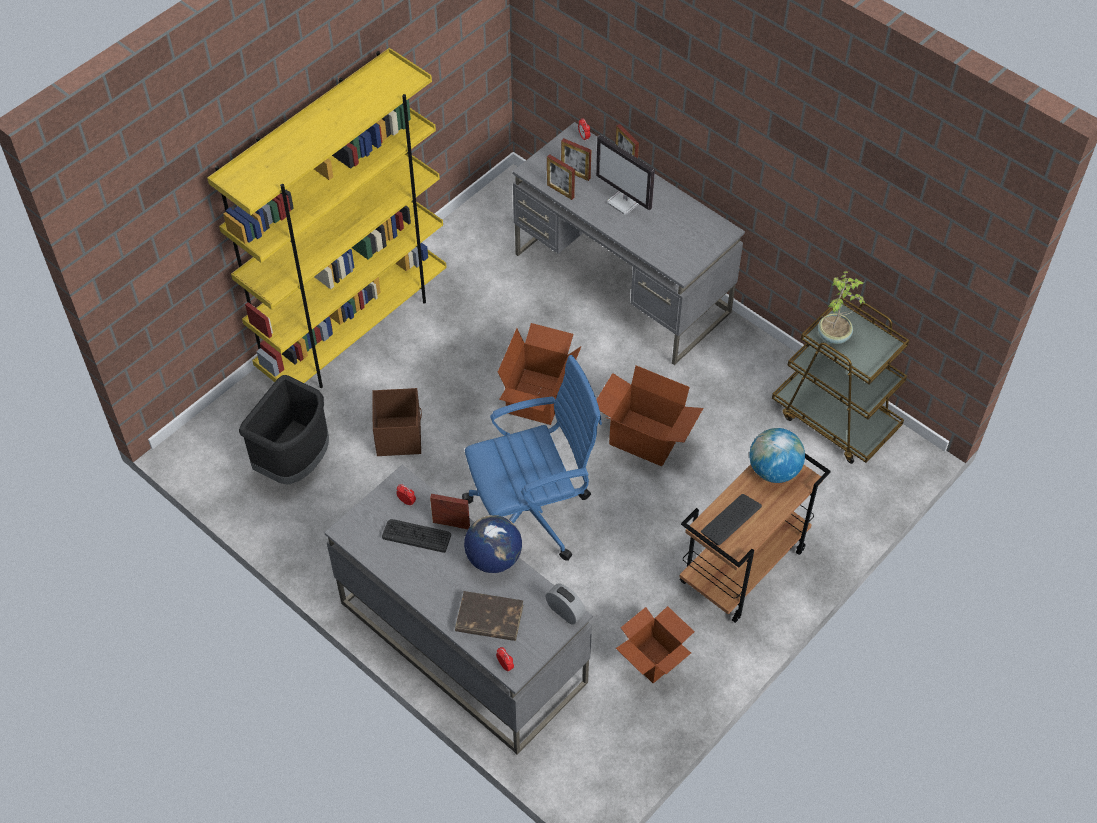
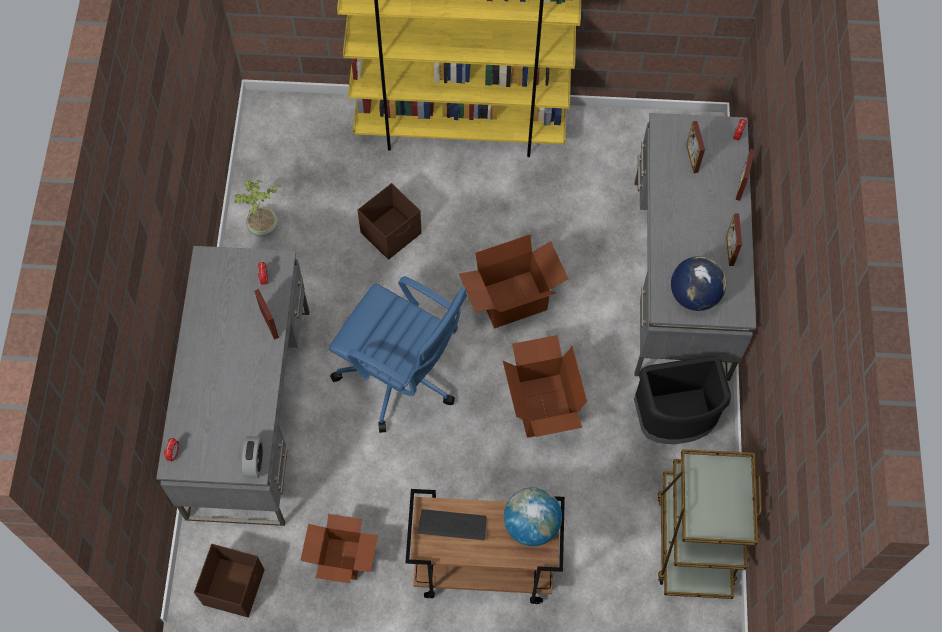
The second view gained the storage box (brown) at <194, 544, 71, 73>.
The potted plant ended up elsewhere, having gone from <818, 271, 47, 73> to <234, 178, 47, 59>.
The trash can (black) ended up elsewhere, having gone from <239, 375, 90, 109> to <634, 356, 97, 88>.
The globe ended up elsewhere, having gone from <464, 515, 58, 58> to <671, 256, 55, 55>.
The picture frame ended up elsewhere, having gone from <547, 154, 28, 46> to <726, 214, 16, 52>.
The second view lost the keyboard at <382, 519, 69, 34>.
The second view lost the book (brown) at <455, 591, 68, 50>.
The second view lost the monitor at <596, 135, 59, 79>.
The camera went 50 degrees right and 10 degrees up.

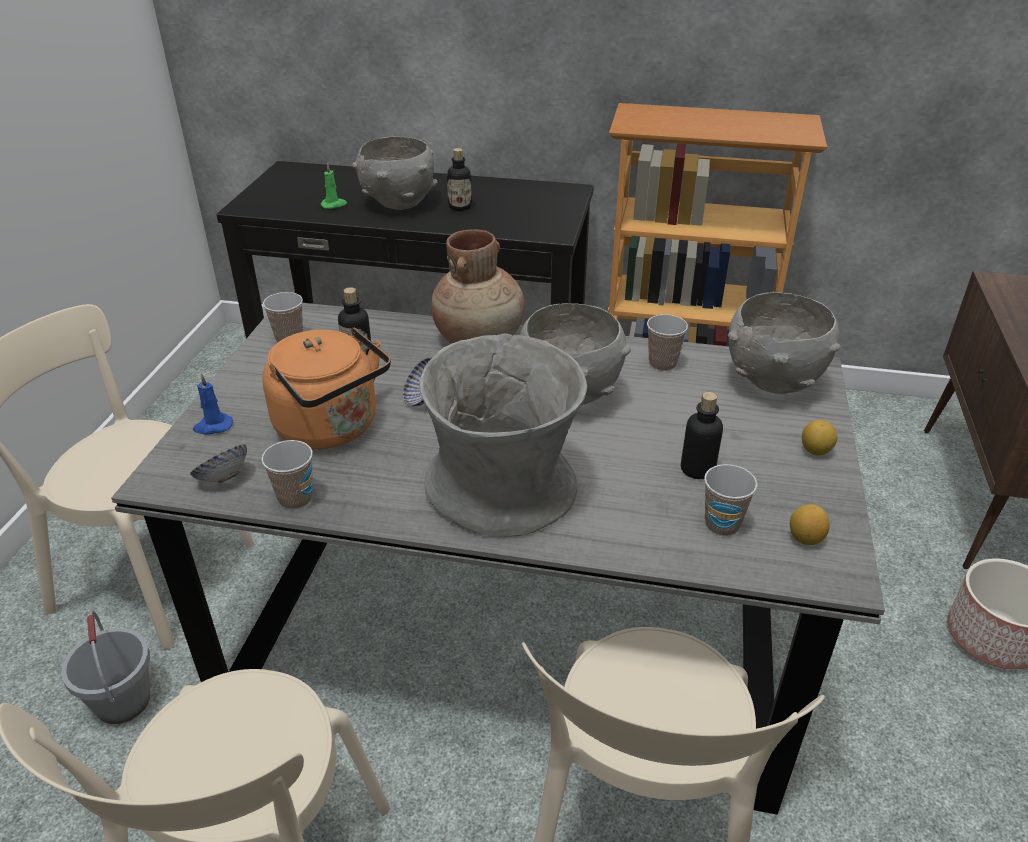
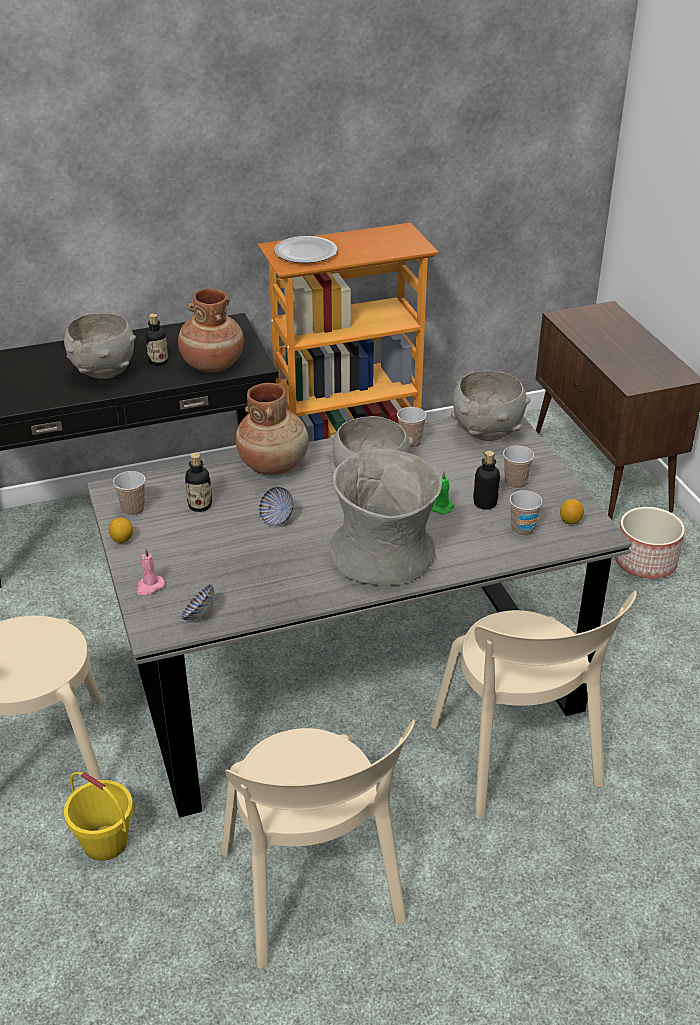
What was the bucket (grey) at <61, 611, 89, 113> turned into the bucket (yellow) at <64, 772, 69, 89>.
The lemon ended up elsewhere, having gone from <802, 420, 35, 36> to <109, 517, 24, 26>.
What was the candle (blue) at <193, 374, 40, 60> turned into the candle (pink) at <137, 548, 28, 47>.
The second view gained the vase (brown) at <178, 288, 66, 85>.
The second view gained the plate at <274, 236, 63, 27>.
The candle (green) ended up elsewhere, having gone from <320, 163, 27, 46> to <431, 470, 23, 45>.
The cup ended up elsewhere, having gone from <261, 440, 52, 70> to <503, 445, 31, 44>.
The second view lost the kettle (orange) at <262, 327, 129, 122>.
The camera went 30 degrees left and 0 degrees up.

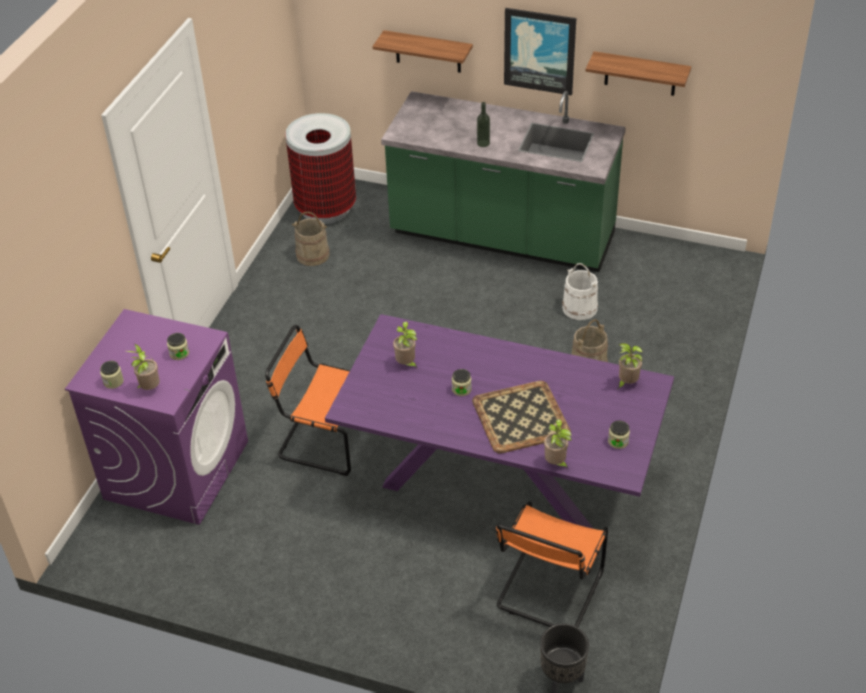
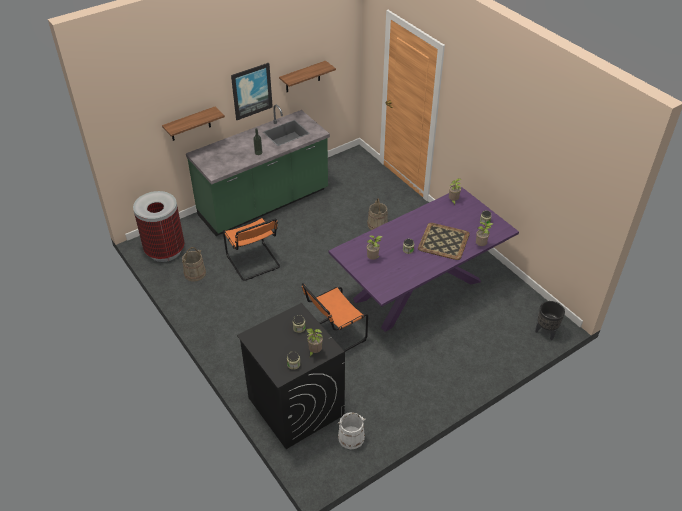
The chair (orange) ended up elsewhere, having gone from <495, 501, 113, 126> to <223, 217, 57, 64>.
What was the washing machine (purple) at <65, 309, 183, 216> turned into the washing machine (black) at <237, 303, 108, 146>.
The bucket (white) ended up elsewhere, having gone from <562, 263, 36, 57> to <338, 412, 28, 37>.
The camera went 55 degrees left and 0 degrees up.

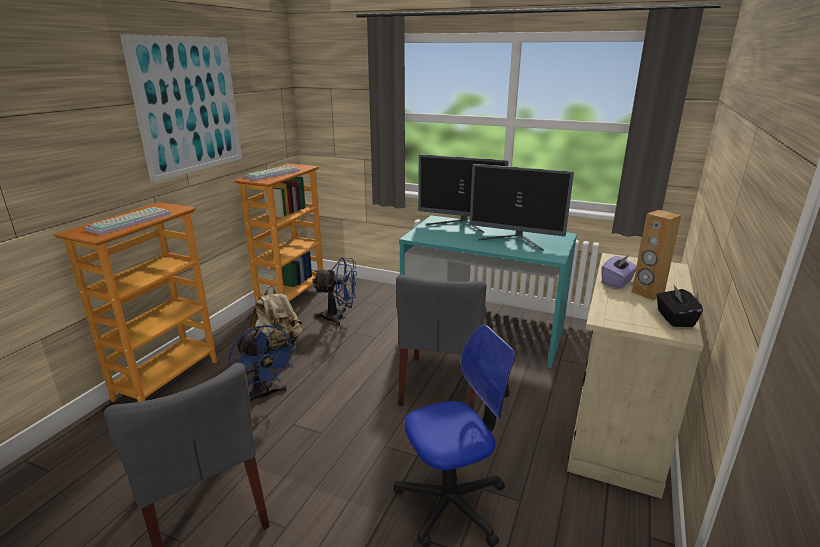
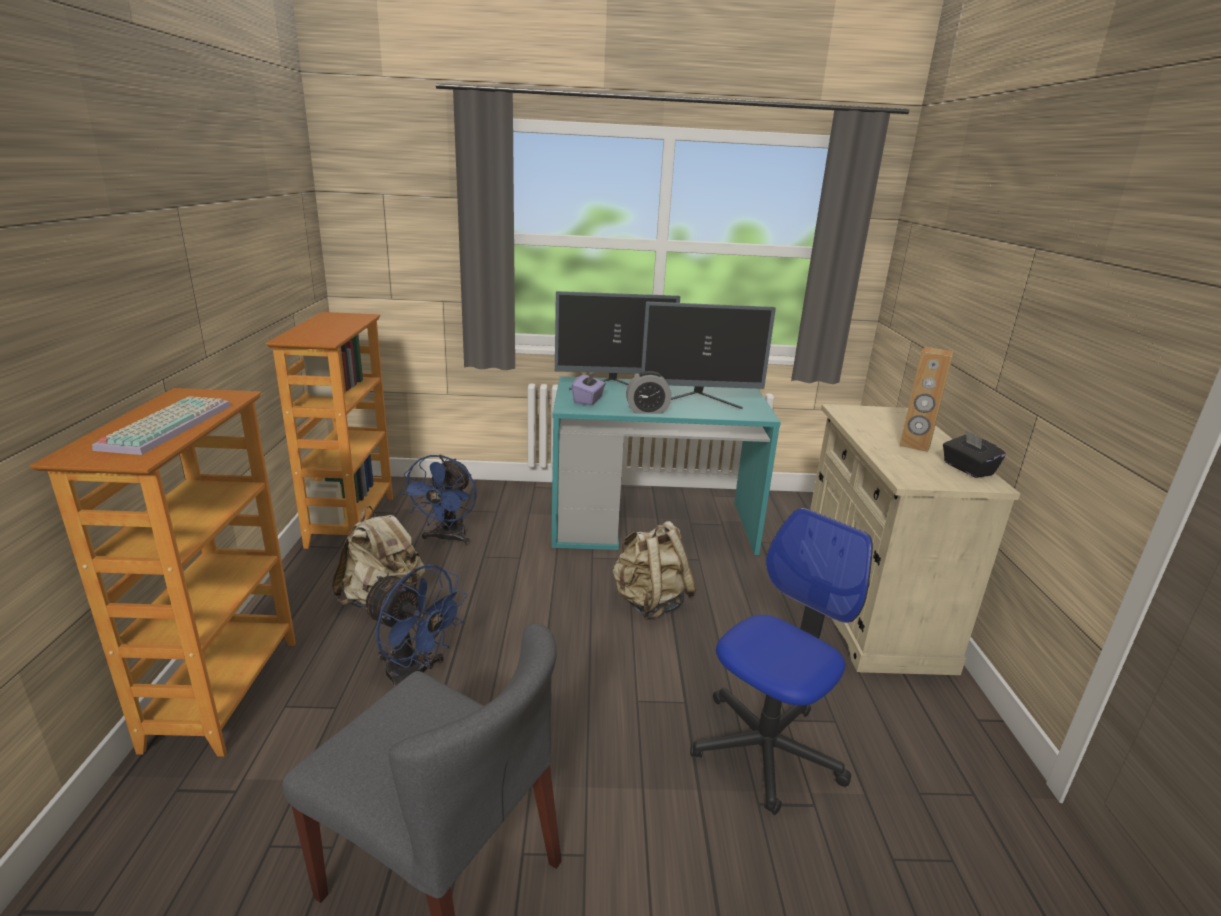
The fan (blue) at <313, 258, 44, 68> ended up facing another way, 120 degrees clockwise from before.
The tissue box (purple) ended up elsewhere, having gone from <602, 254, 35, 35> to <571, 371, 35, 35>.
Where the chair (grey) stood at <396, 275, 91, 135>, the backpack (beige) came to stand at <612, 521, 84, 98>.
The second view gained the alarm clock at <626, 371, 45, 43>.
The second view lost the picture at <120, 34, 122, 148>.
The second view lost the keyboard at <244, 166, 56, 15>.
The camera went 25 degrees left and 0 degrees up.

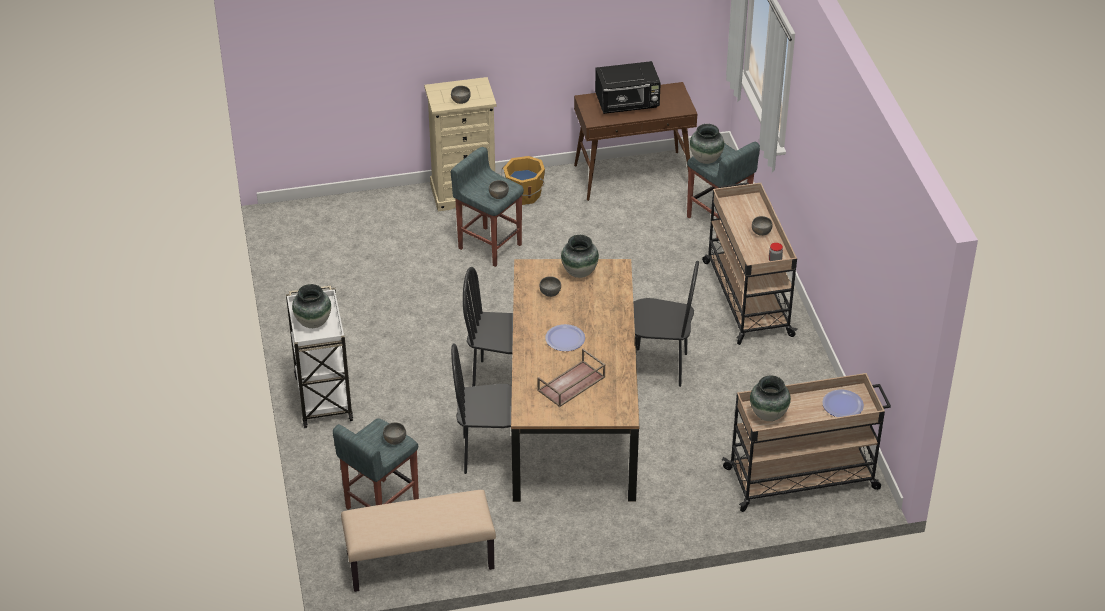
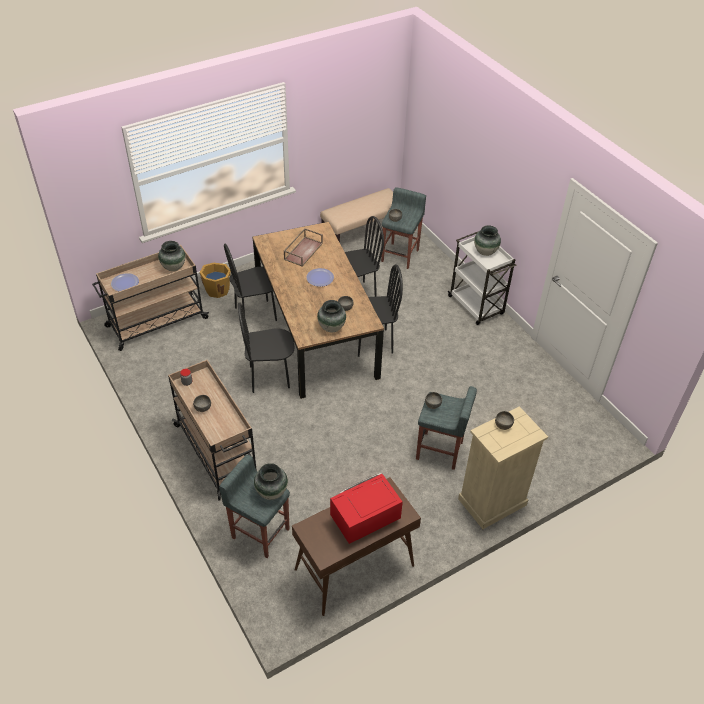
The bucket (orange) ended up elsewhere, having gone from <501, 156, 44, 49> to <199, 263, 33, 35>.
The second view gained the chair (black) at <224, 244, 53, 77>.
What was the microwave (black) at <595, 61, 66, 53> turned into the microwave (red) at <330, 473, 73, 71>.
The camera went 160 degrees right and 5 degrees up.

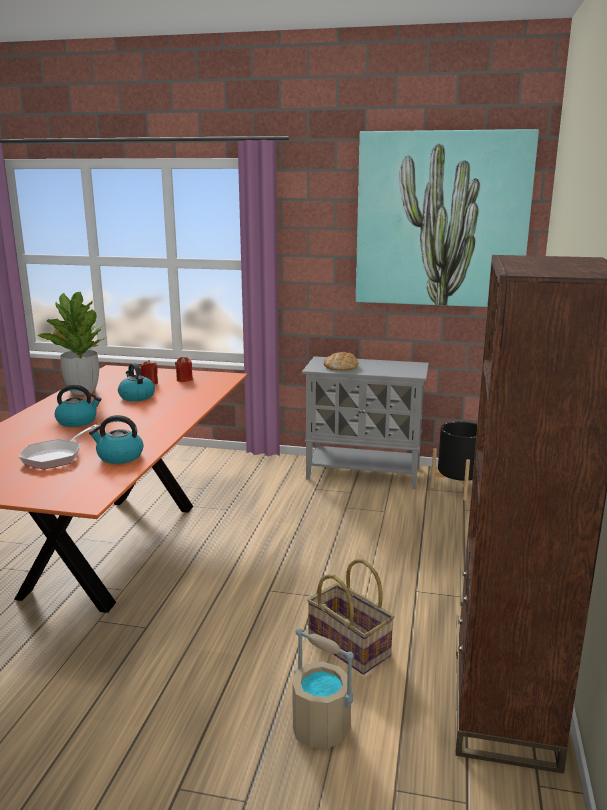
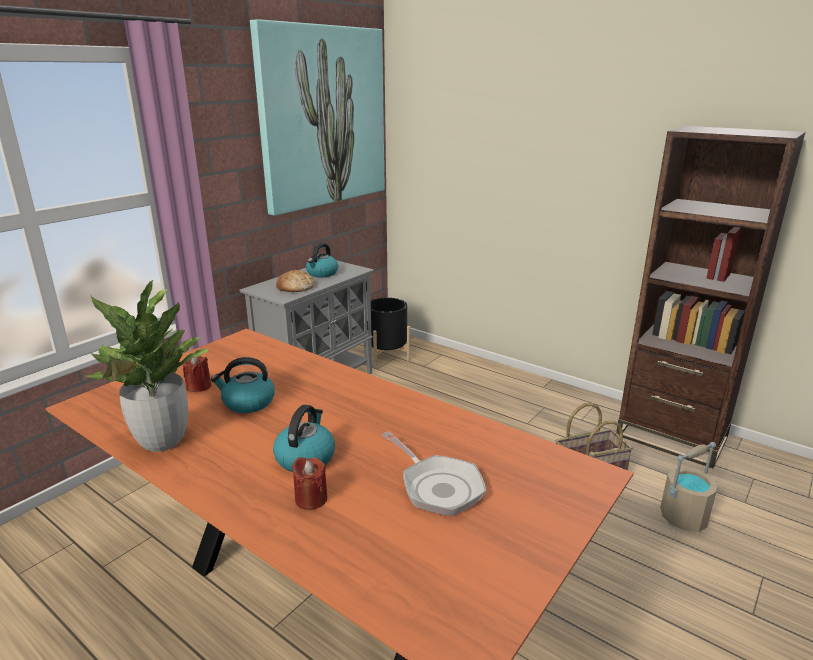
The candle (red) ended up elsewhere, having gone from <175, 357, 18, 25> to <292, 457, 36, 53>.
The kettle ended up elsewhere, having gone from <89, 415, 54, 49> to <306, 243, 32, 34>.
The camera went 65 degrees left and 5 degrees up.

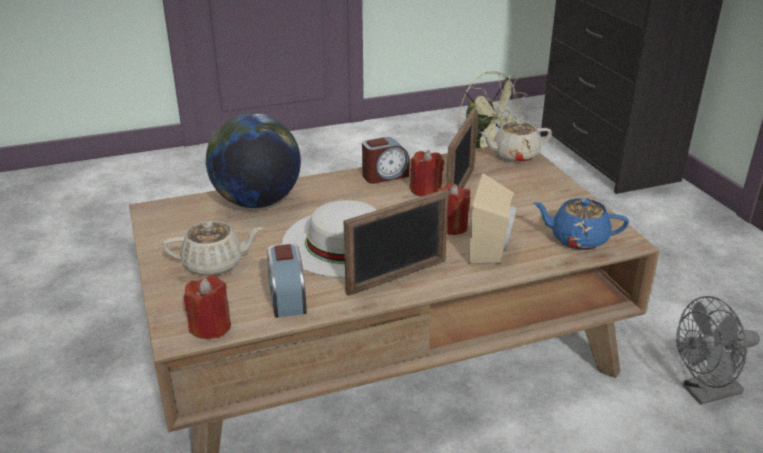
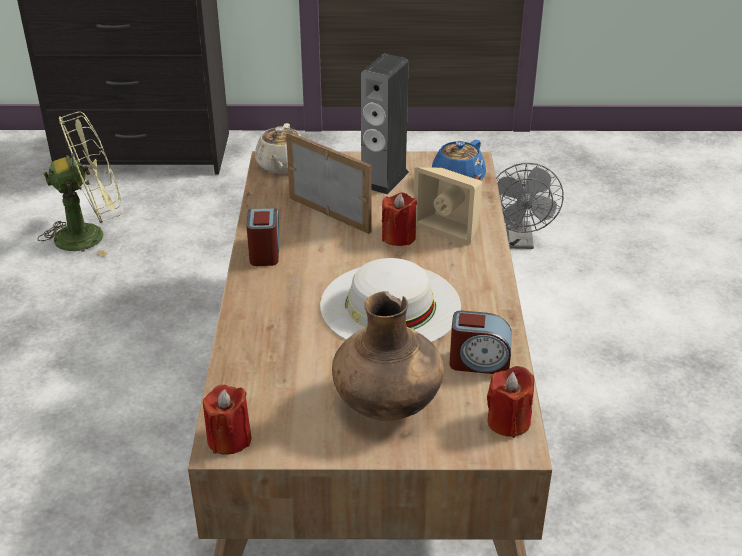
The candle (red) ended up elsewhere, having gone from <410, 150, 34, 47> to <203, 385, 48, 69>.
Where the teapot (beige) stood at <162, 221, 101, 55>, the vase (brown) came to stand at <332, 291, 112, 130>.
The second view gained the speaker at <361, 54, 48, 141>.
The second view lost the globe at <206, 114, 95, 94>.
The second view lost the picture frame at <344, 189, 105, 107>.
The camera went 70 degrees left and 5 degrees up.

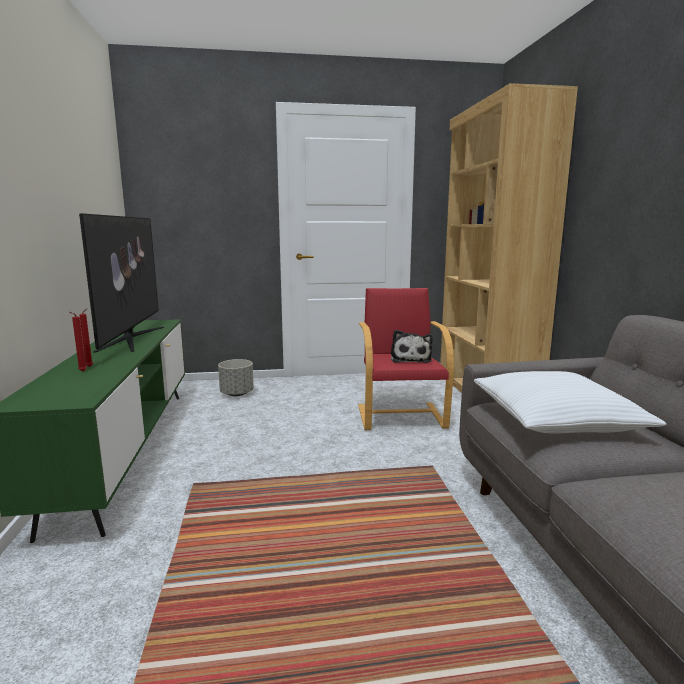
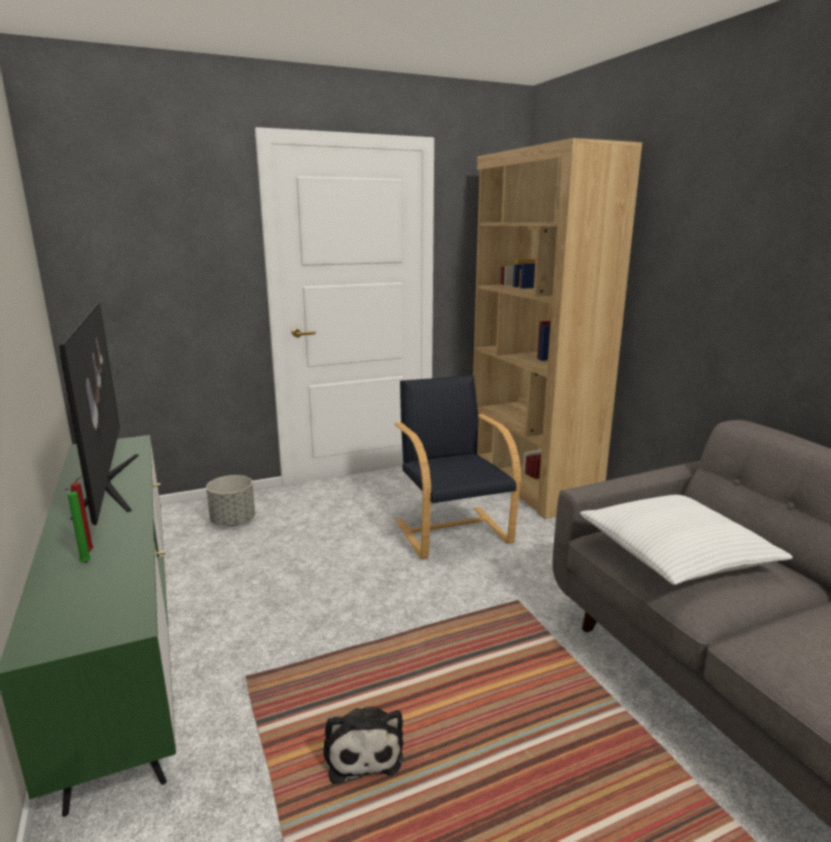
What was the candle (red) at <70, 312, 17, 59> turned into the candle (green) at <65, 488, 26, 75>.
The plush toy ended up elsewhere, having gone from <391, 330, 42, 33> to <323, 707, 80, 77>.
What was the armchair (red) at <358, 288, 96, 142> turned into the armchair (black) at <395, 375, 126, 184>.
The camera went 15 degrees left and 5 degrees up.

